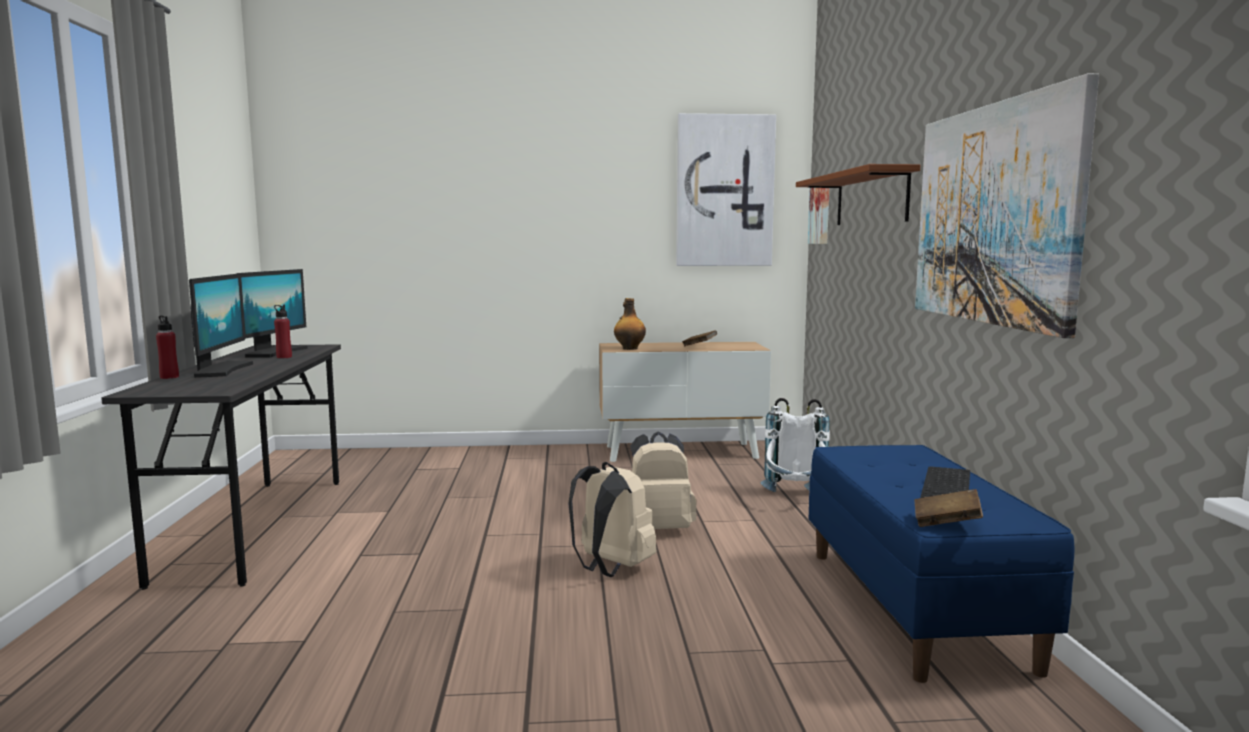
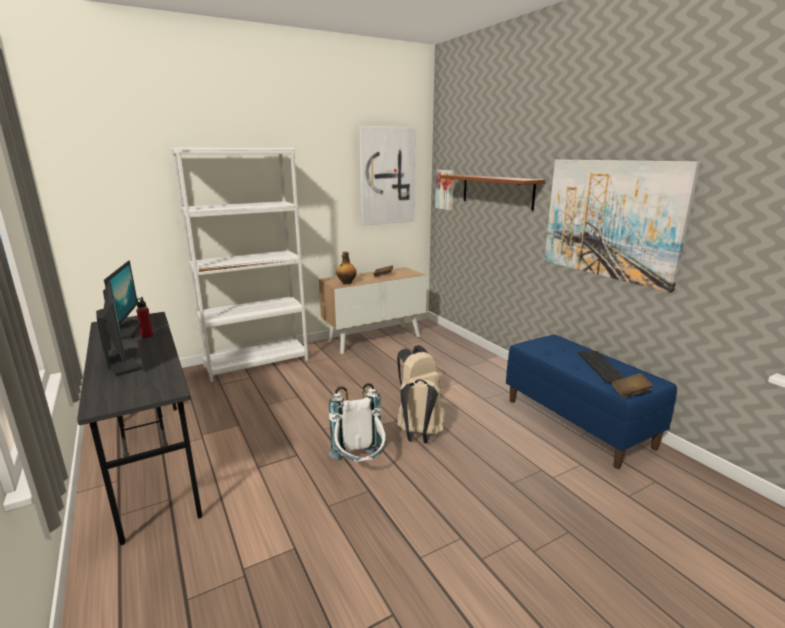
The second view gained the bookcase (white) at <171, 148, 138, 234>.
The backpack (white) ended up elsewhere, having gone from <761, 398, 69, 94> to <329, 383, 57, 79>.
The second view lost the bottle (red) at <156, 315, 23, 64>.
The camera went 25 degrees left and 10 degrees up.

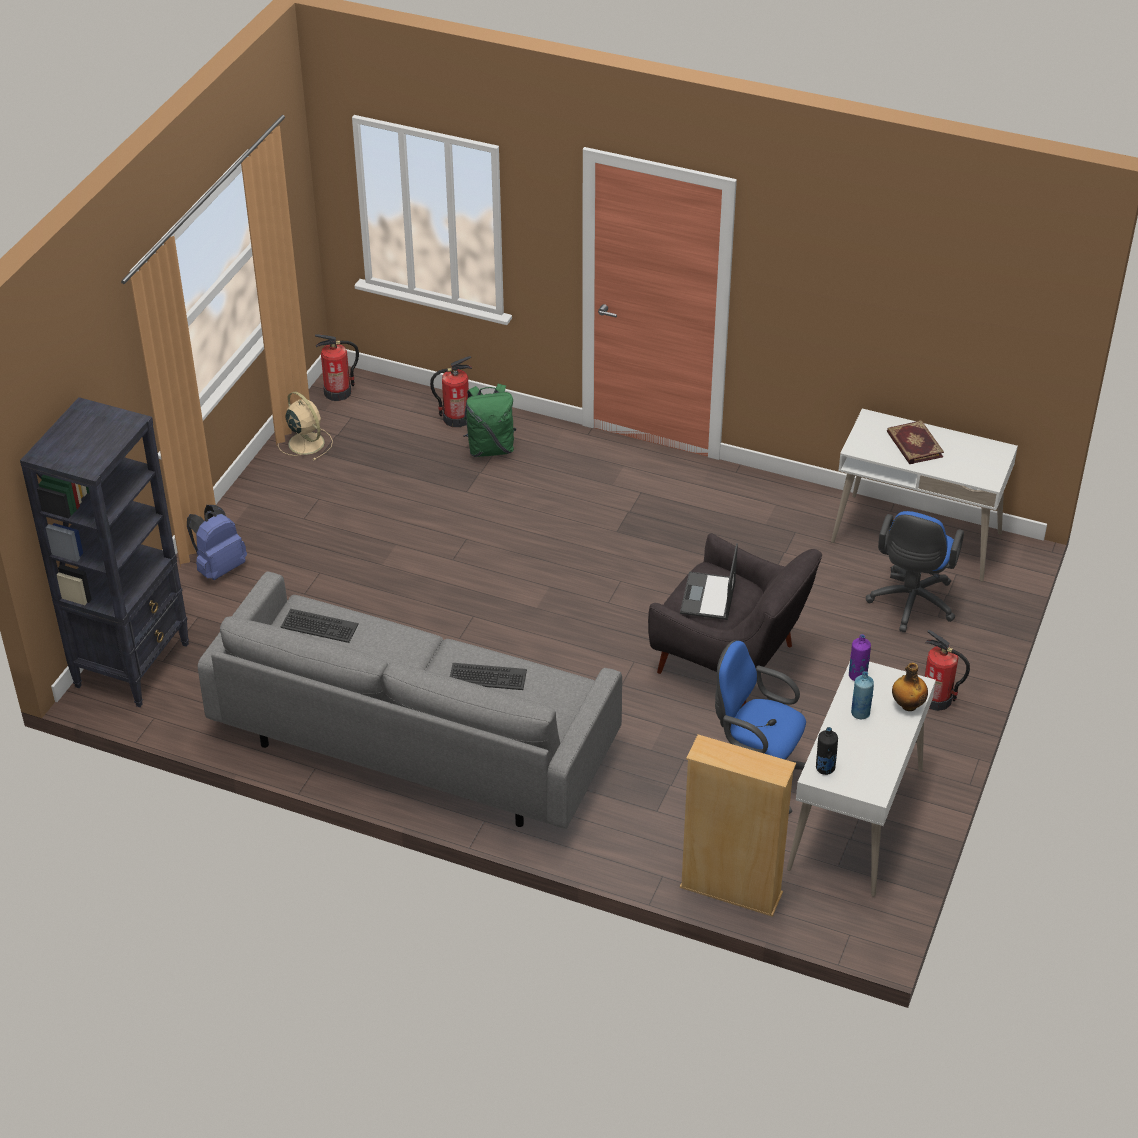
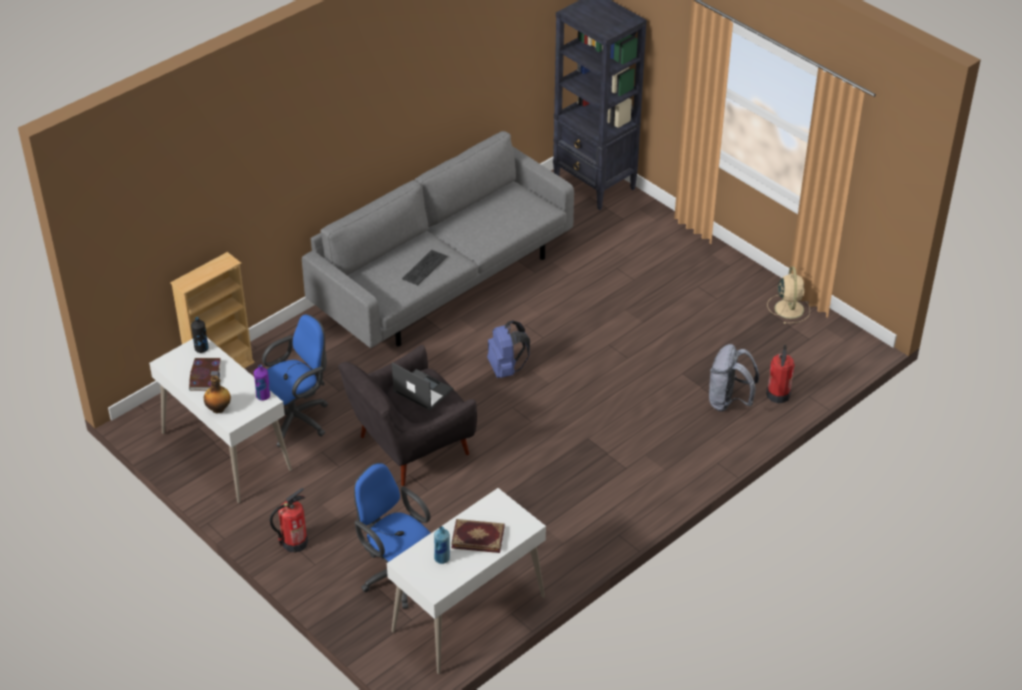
The second view gained the book at <189, 358, 32, 33>.
The bottle (blue) ended up elsewhere, having gone from <851, 671, 23, 48> to <434, 526, 16, 38>.
The backpack (blue) ended up elsewhere, having gone from <187, 505, 60, 75> to <487, 320, 43, 58>.
What was the backpack (green) at <463, 384, 54, 73> turned into the backpack (grey) at <709, 344, 50, 68>.
The fan (beige) at <278, 392, 55, 69> ended up facing another way, 75 degrees counterclockwise from before.
The second view lost the keyboard at <280, 609, 79, 34>.
The second view lost the fire extinguisher at <315, 334, 44, 67>.
The camera went 115 degrees right and 0 degrees up.

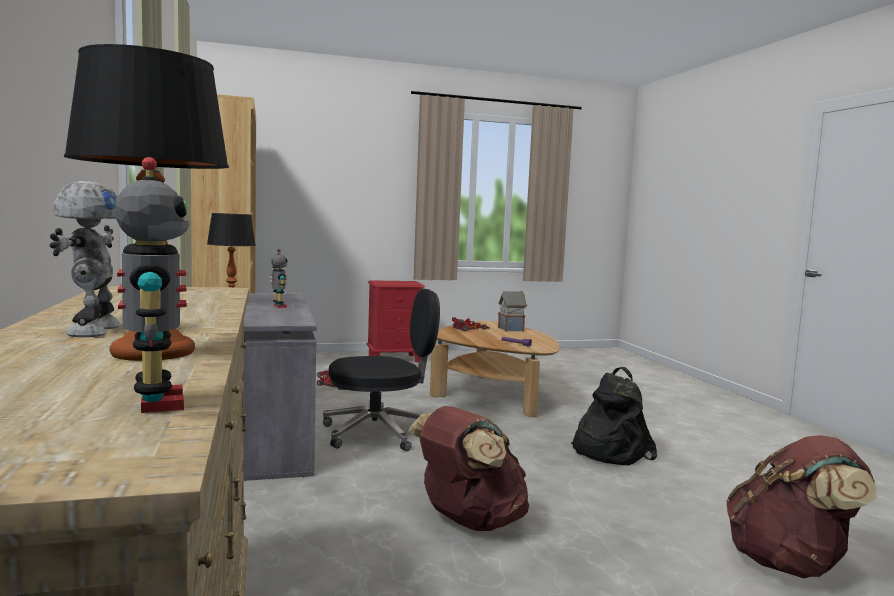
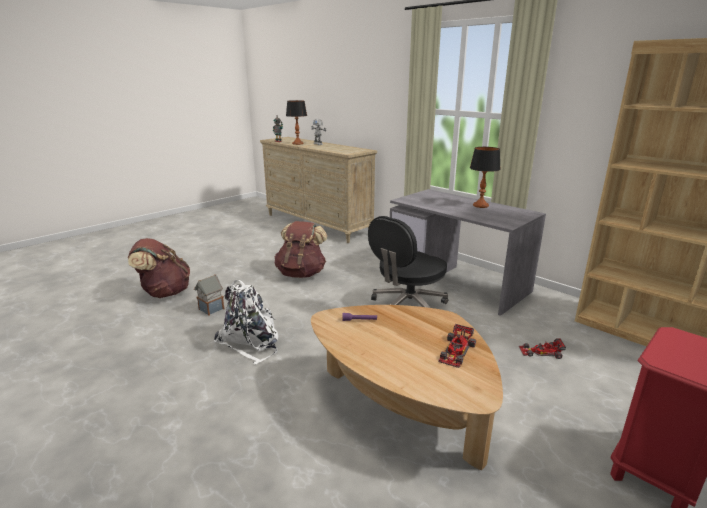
The toy house ended up elsewhere, having gone from <498, 290, 29, 42> to <194, 274, 31, 42>.
What was the backpack (black) at <571, 367, 86, 98> turned into the backpack (white) at <214, 280, 64, 85>.
The second view lost the toy robot at <271, 249, 17, 59>.
The camera went 150 degrees right and 15 degrees up.

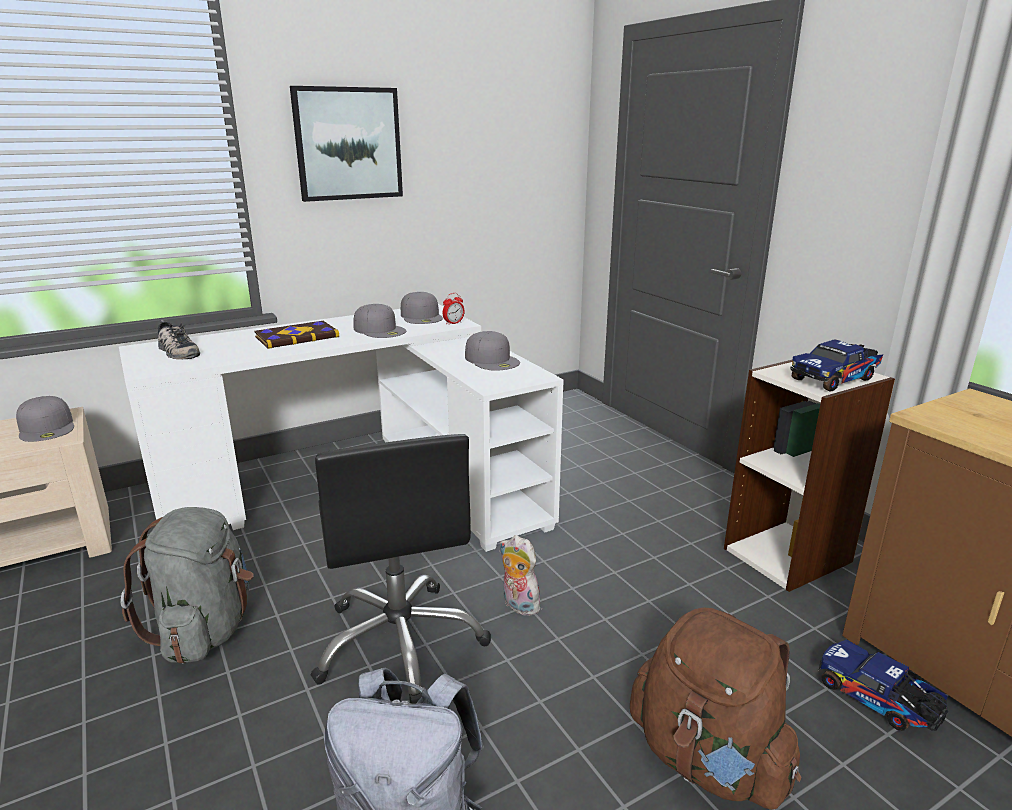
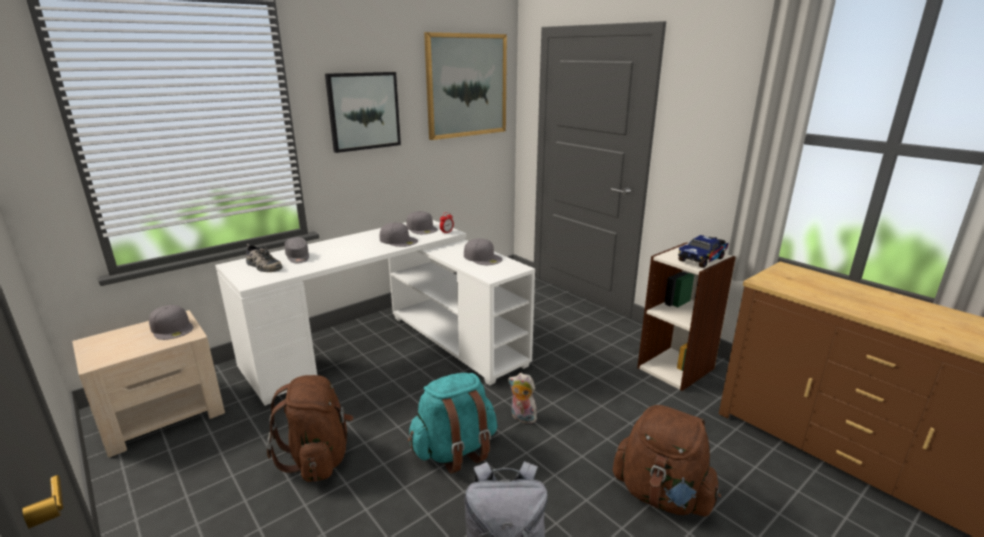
What was the backpack (grey) at <120, 507, 134, 157> turned into the backpack (brown) at <267, 375, 86, 107>.
The second view gained the cap (grey) at <285, 237, 24, 26>.
Where the office chair (black) stood at <311, 434, 180, 270>, the backpack (turquoise) came to stand at <408, 373, 89, 101>.
The second view gained the picture at <424, 32, 83, 108>.
The second view lost the book at <255, 321, 84, 28>.
The second view lost the toy truck at <819, 639, 130, 92>.
The camera went 10 degrees left and 0 degrees up.

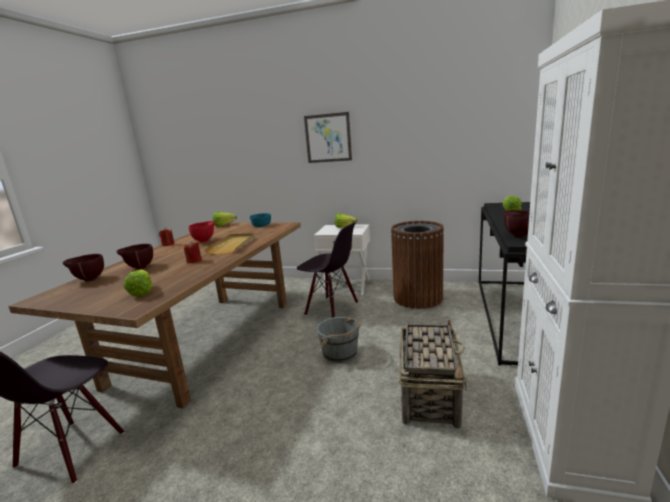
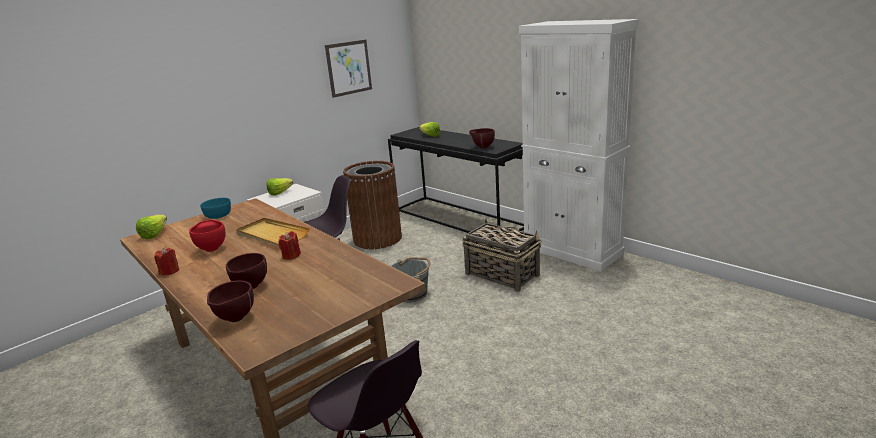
The picture ended up elsewhere, having gone from <304, 112, 48, 51> to <325, 40, 47, 58>.
The second view lost the lettuce at <123, 270, 30, 27>.
The camera went 60 degrees left and 5 degrees up.

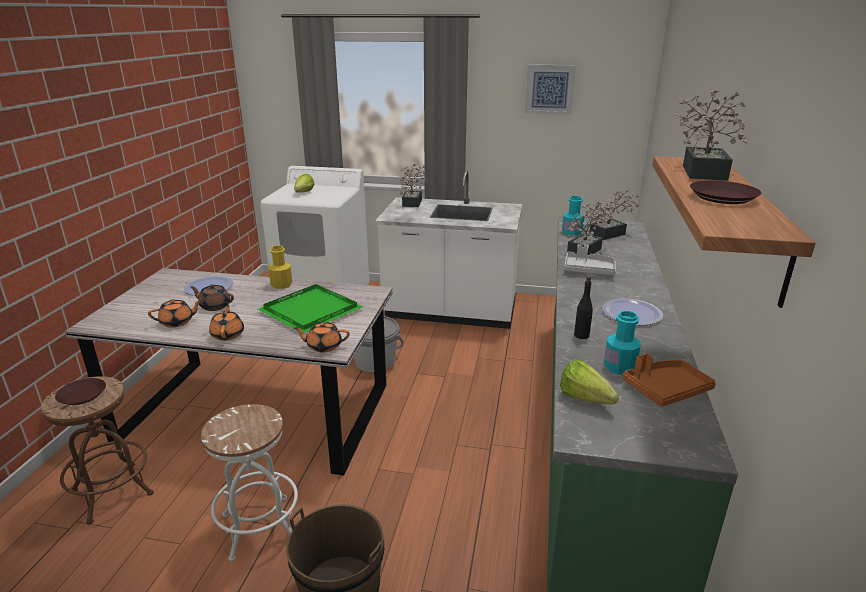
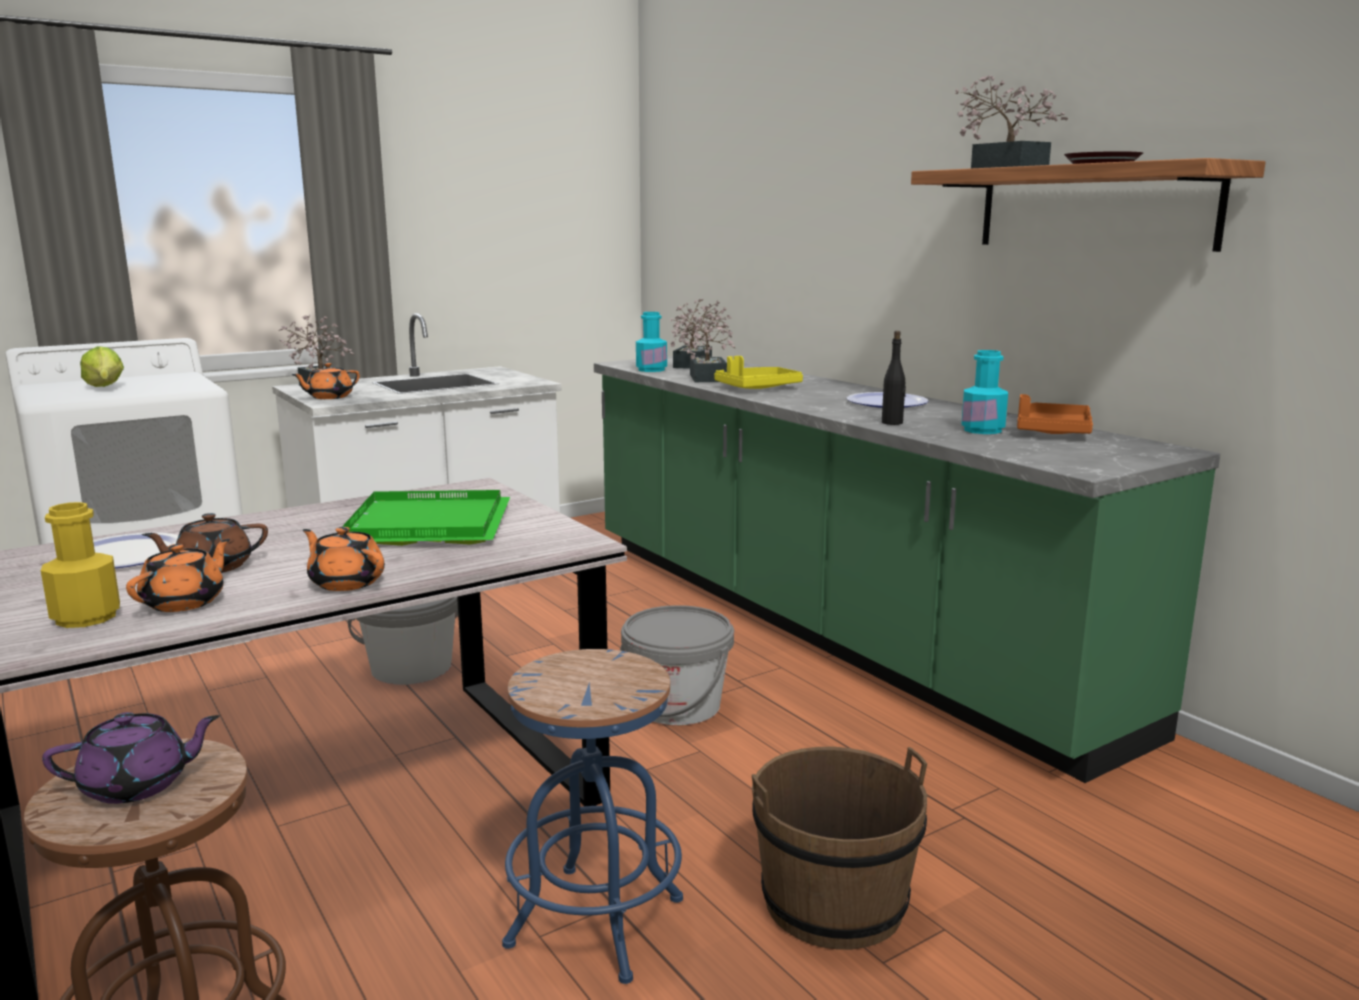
The bottle (yellow) ended up elsewhere, having gone from <268, 245, 24, 44> to <41, 502, 79, 126>.
Where the plate (brown) stood at <55, 378, 51, 27>, the teapot (purple) came to stand at <42, 712, 178, 92>.
The teapot (orange) ended up elsewhere, having gone from <294, 322, 56, 31> to <292, 363, 68, 36>.
What was the stool (white) at <201, 404, 97, 158> turned into the stool (blue) at <502, 649, 181, 335>.
The second view gained the bucket (grey) at <620, 605, 114, 120>.
What was the tray (grey) at <564, 244, 52, 32> turned into the tray (yellow) at <714, 356, 89, 33>.
The second view lost the picture at <525, 64, 51, 51>.
The second view lost the lettuce at <560, 360, 59, 44>.
The camera went 45 degrees left and 10 degrees down.

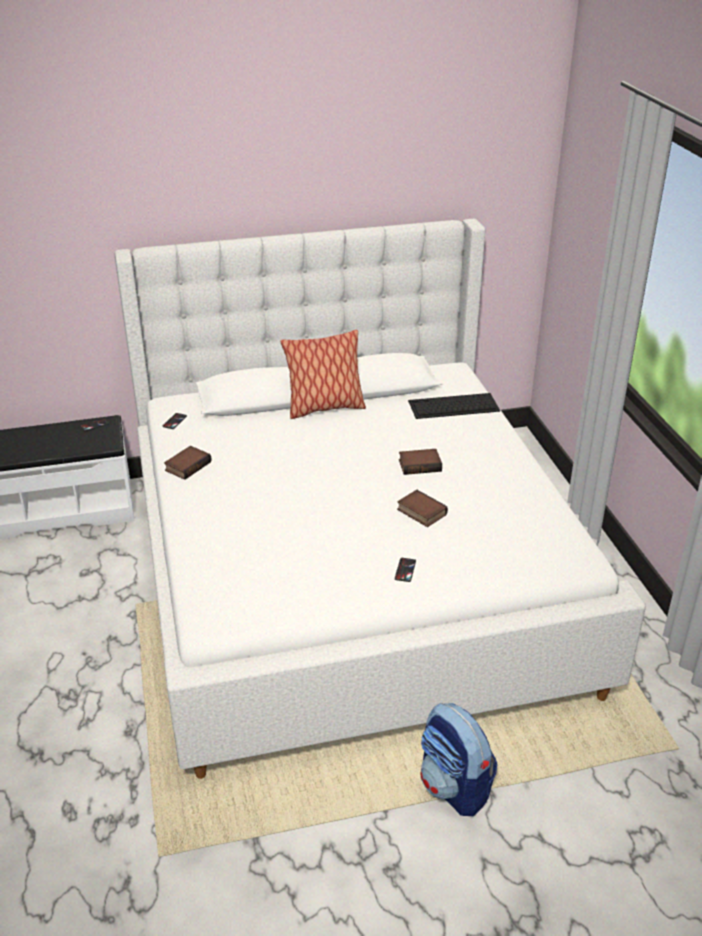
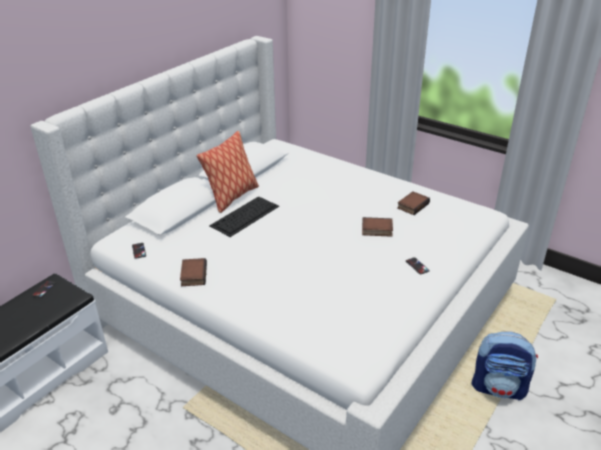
The keyboard ended up elsewhere, having gone from <408, 393, 92, 26> to <209, 196, 70, 41>.
The book ended up elsewhere, having gone from <399, 449, 43, 26> to <397, 191, 33, 24>.
The camera went 40 degrees left and 0 degrees up.

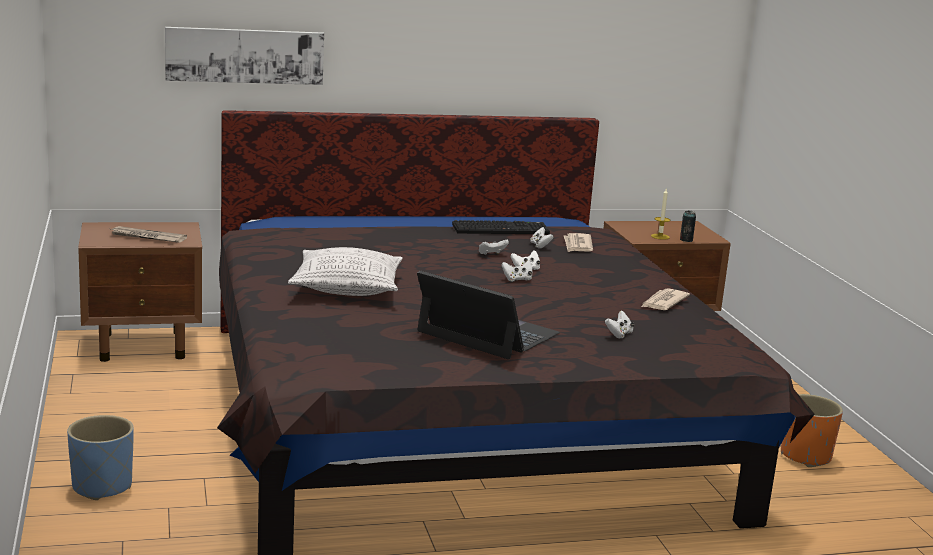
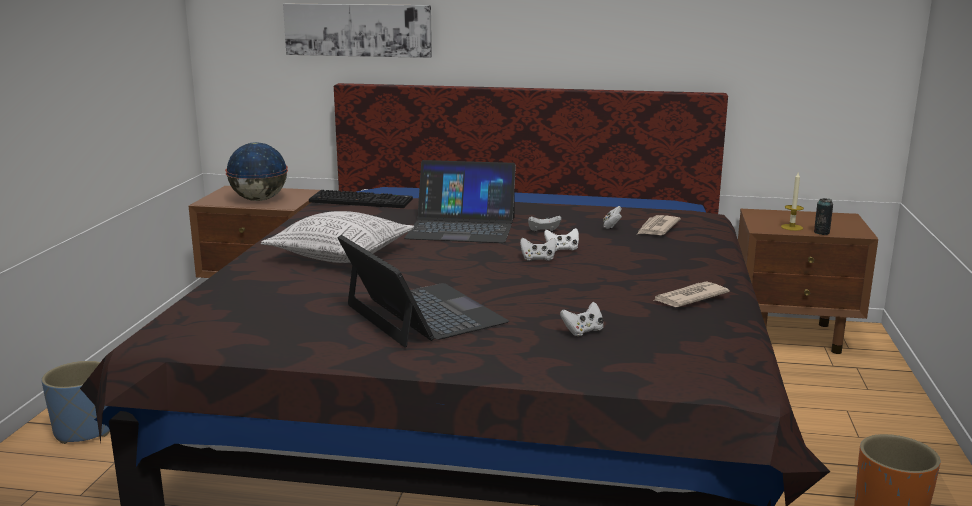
Where the newspaper stood at <111, 226, 76, 17>, the globe came to stand at <225, 142, 63, 59>.
The keyboard ended up elsewhere, having gone from <452, 220, 98, 14> to <309, 190, 104, 18>.
The second view gained the laptop at <404, 160, 112, 83>.
The camera went 25 degrees right and 0 degrees up.

